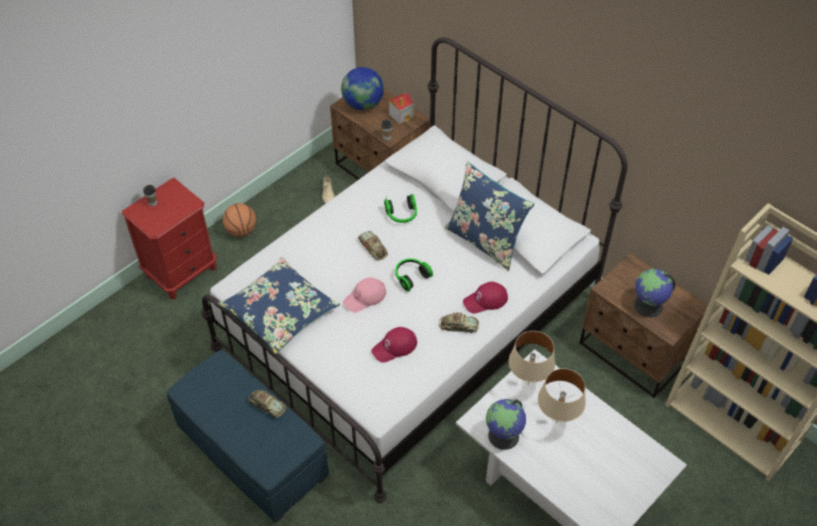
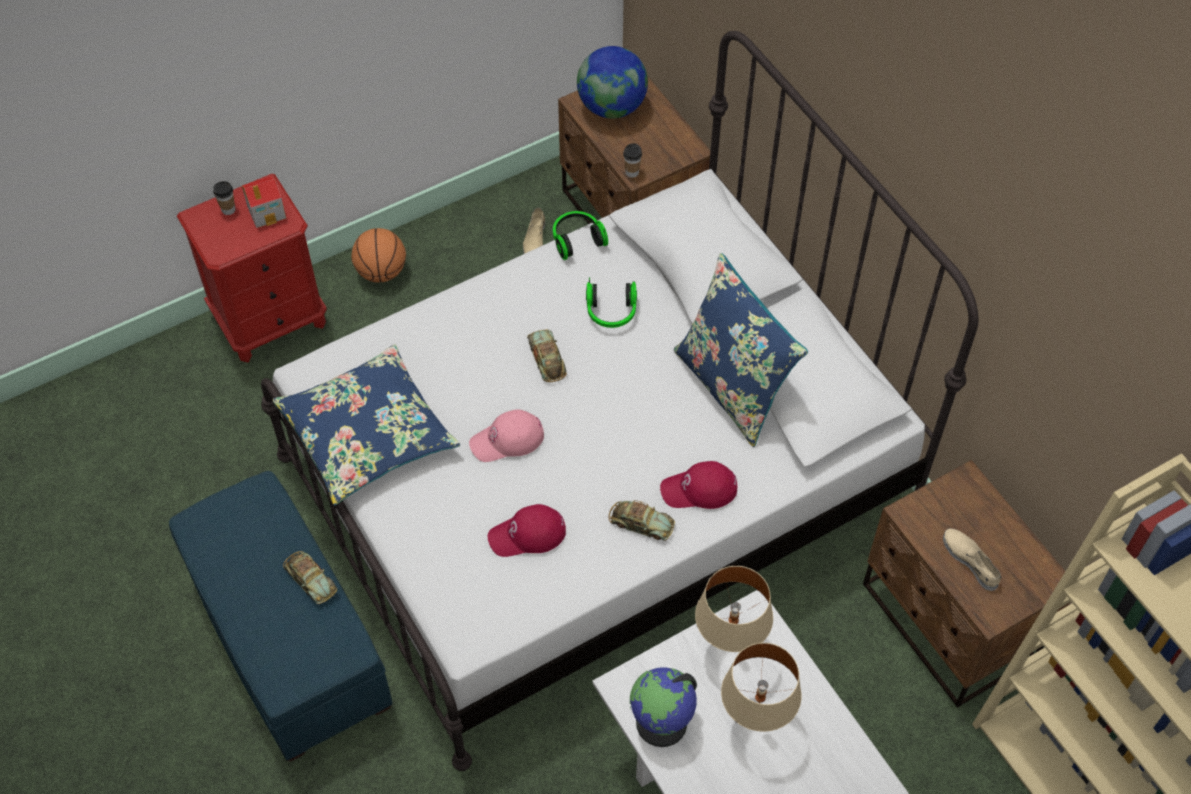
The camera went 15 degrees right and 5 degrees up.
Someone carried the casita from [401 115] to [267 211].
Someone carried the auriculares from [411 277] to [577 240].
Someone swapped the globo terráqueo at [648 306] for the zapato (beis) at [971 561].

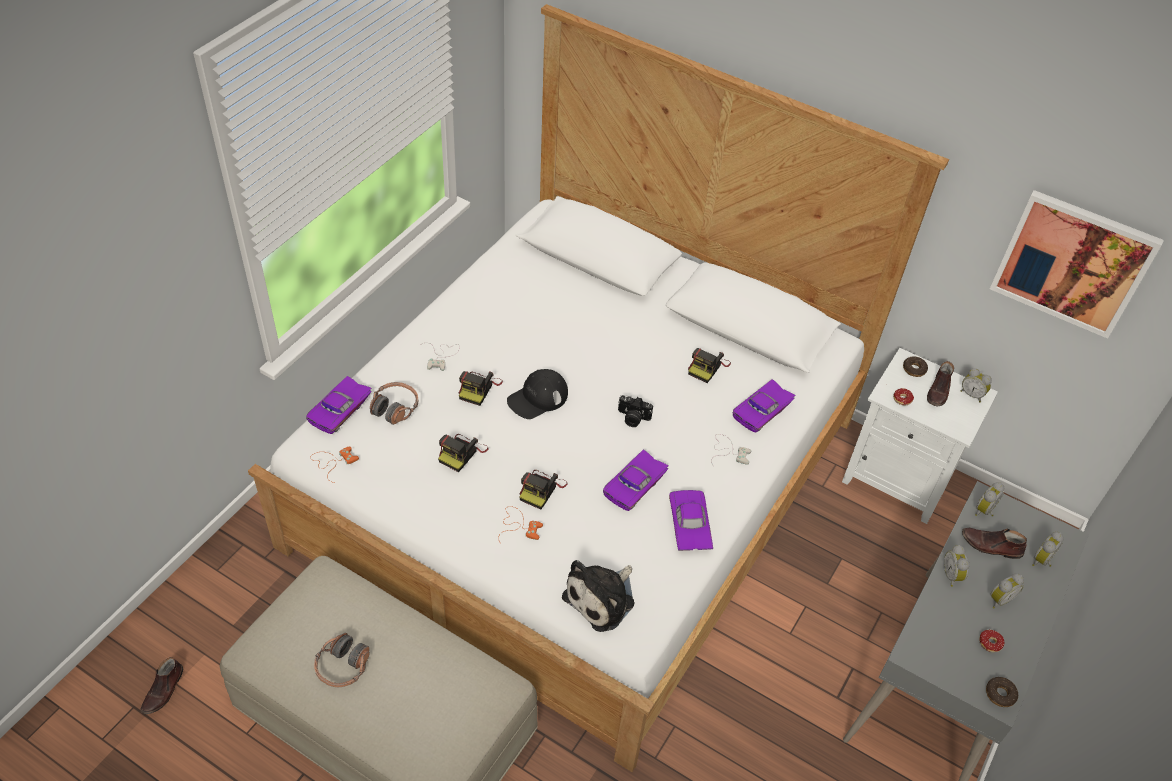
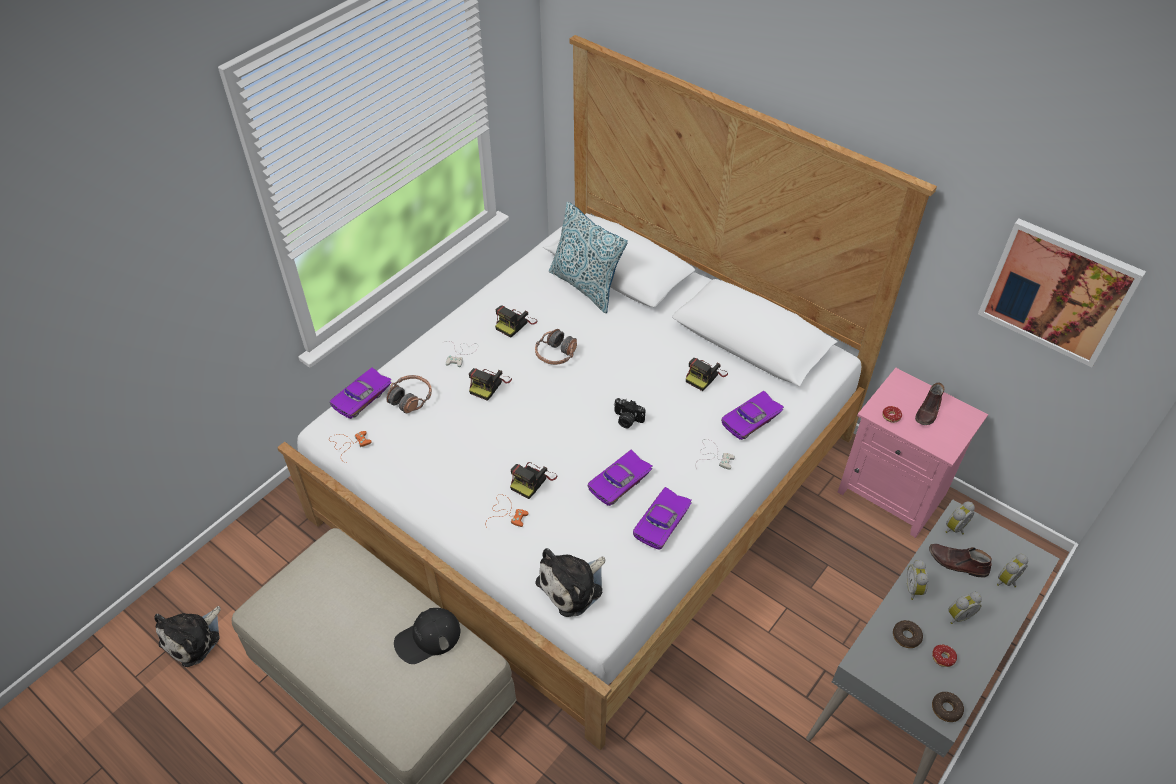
The camera went 10 degrees right and 0 degrees up.
Someone swapped the zapato (marrón) at [163 690] for the peluche at [193 638].
Someone carried the auriculares from [342 666] to [556 354].
Someone carried the cámara from [462 453] to [515 324].
Someone carried the gorra (negro) from [537 398] to [427 638].
Someone rotated the coche de juguete (morado) at [687 526] by 150 degrees counterclockwise.
Someone repainted the mesita de noche (blanco) at [899 478], which became the mesita de noche (rosa) at [894 492].
Someone carried the rosquilla from [914 369] to [906 636].
Someone took away the despertador at [972 394].
Someone put down the cojín at [586 286].

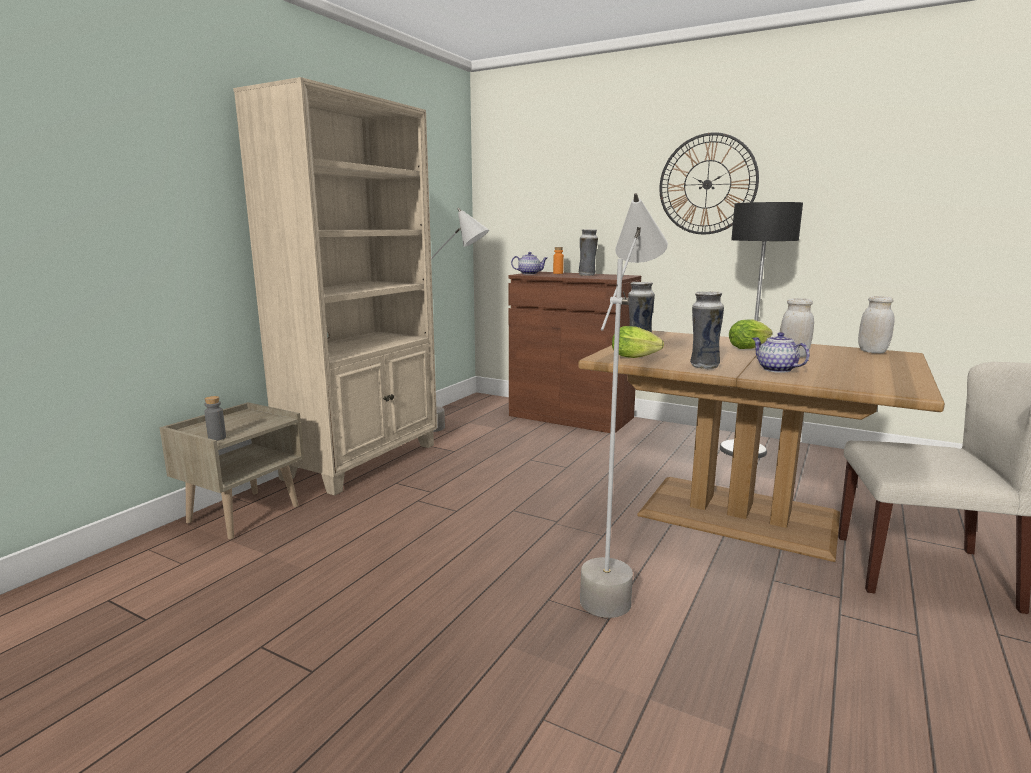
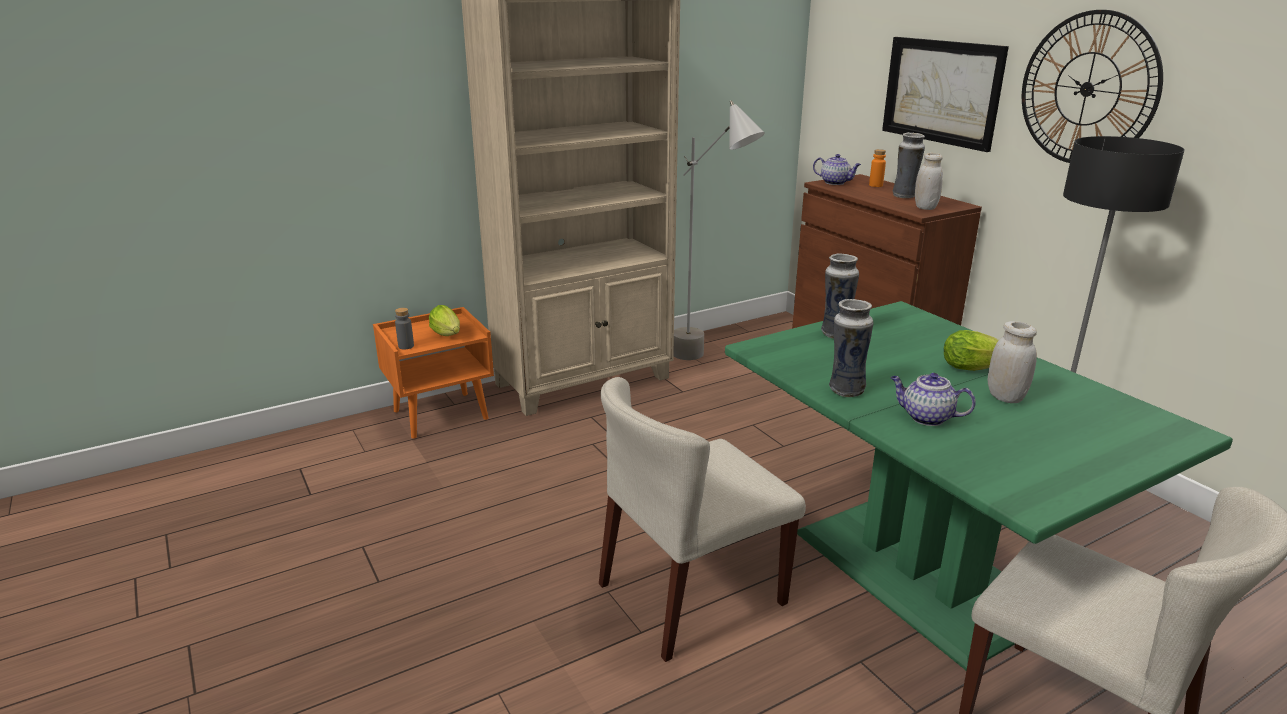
The camera went 30 degrees right and 10 degrees up.
Someone repainted the mesita de noche (beis) at [244 513], which became the mesita de noche (naranja) at [441 414].
Someone repainted the mesa de comedor (marrón) at [739 516], which became the mesa de comedor (verde) at [918 573].
Someone swapped the lámpara de pie (gris) at [614 579] for the silla (beis) at [691 595].
Someone carried the lechuga from [637 358] to [448 335].
Someone rotated the tetera at [775 369] by 60 degrees counterclockwise.
Someone carried the tarro (blanco) from [872 351] to [925 207].
Someone put up the cuadro at [942 91].

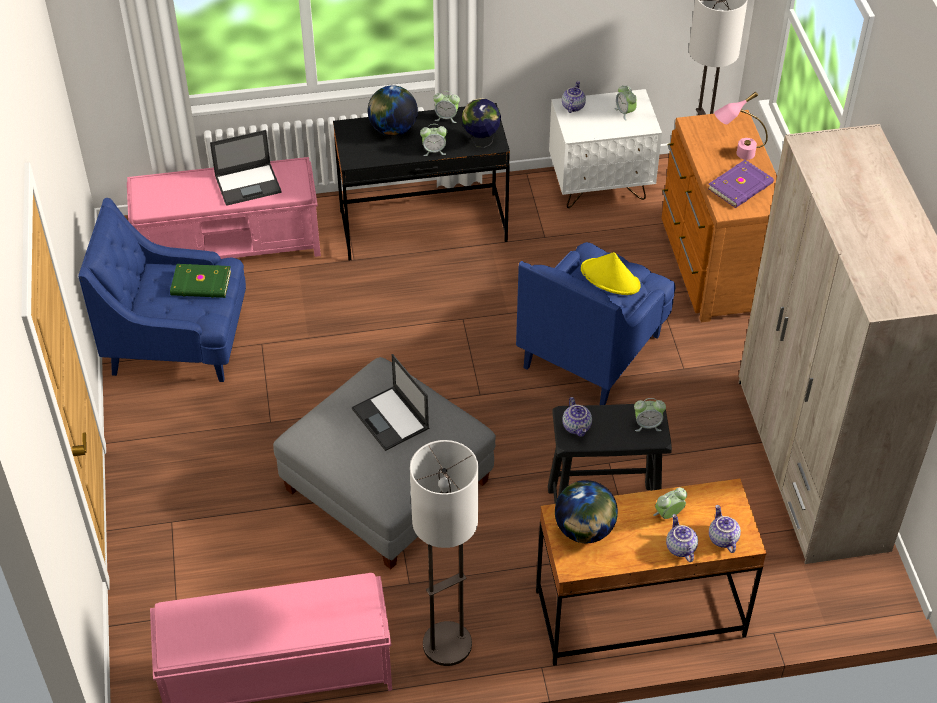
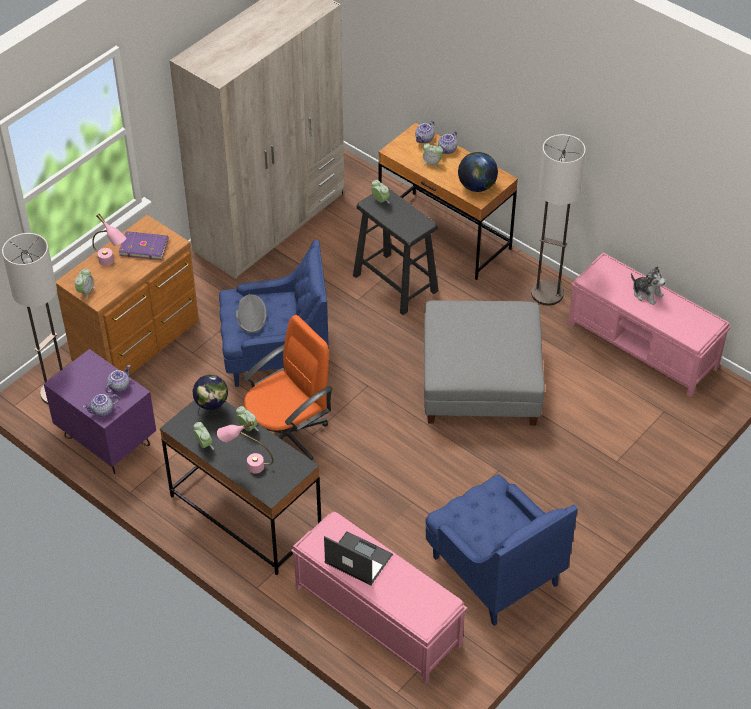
The camera went 130 degrees left and 0 degrees up.
Someone took away the libro (verde) at [201 284].
Someone took away the portátil at [391 419].
Someone swapped the globo terráqueo at [393 129] for the lámpara de mesa (rosa) at [247 466].
Someone repainted the mesita de noche (blanco) at [600 186], which became the mesita de noche (morado) at [107 442].
Someone carried the tetera from [577 427] to [119 386].
Someone repainted the sombrero (amarillo) at [610 278], which became the sombrero (gris) at [251 314].
Someone carried the despertador from [625 112] to [86 291].
Someone put down the silla de oficina (naranja) at [287 436].
Someone put down the peluche at [647 293].

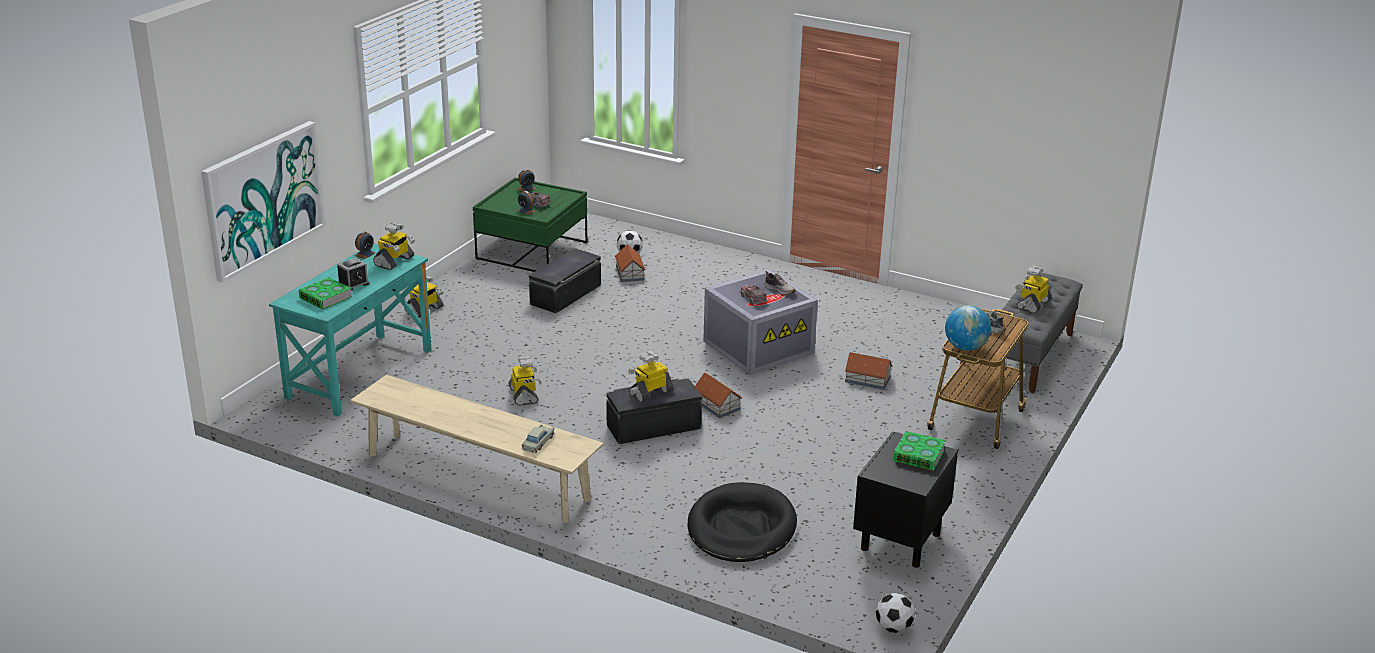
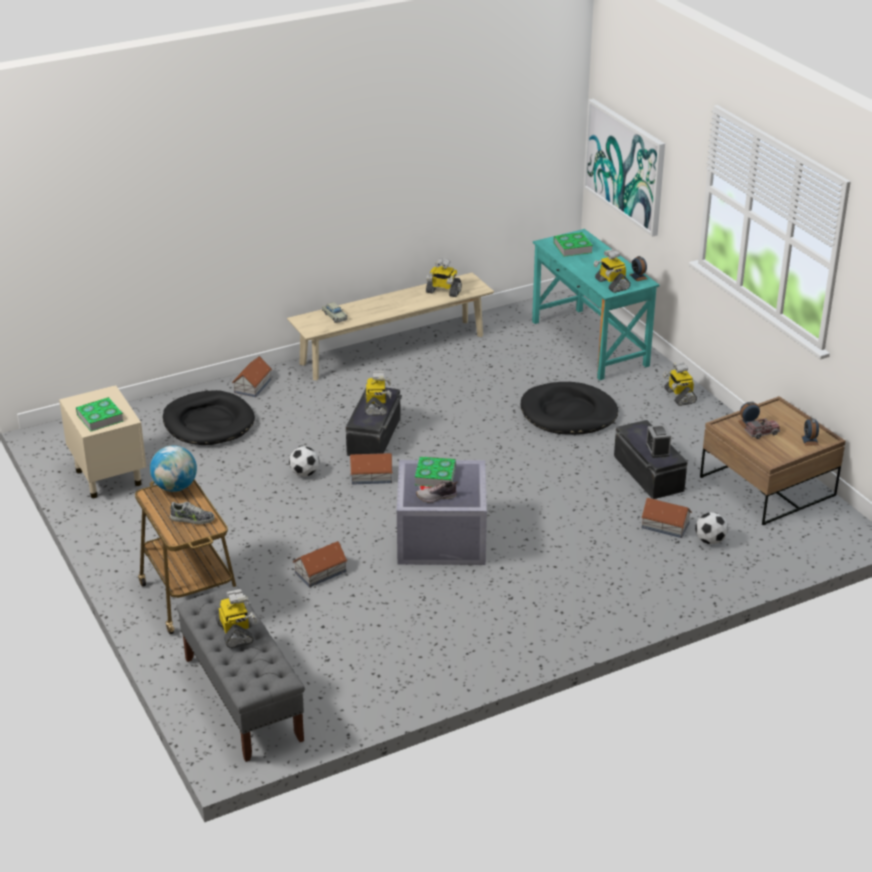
The camera went 125 degrees right and 5 degrees up.
Someone carried the despertador from [353 284] to [657 450].
Someone repainted the mesa de centro (verde) at [532 251], which became the mesa de centro (marrón) at [767 486].
Someone carried the robot de juguete from [524 395] to [443 291].
Someone swapped the camión de juguete at [753 299] for the libro at [435 475].
Someone repainted the mesita de noche (negro) at [900 542], which became the mesita de noche (beis) at [108 477].
Someone carried the balón de fútbol from [893 628] to [304 473].
Someone put down the casita at [252 386].
Someone put down the cama para perro (negro) at [568 413].

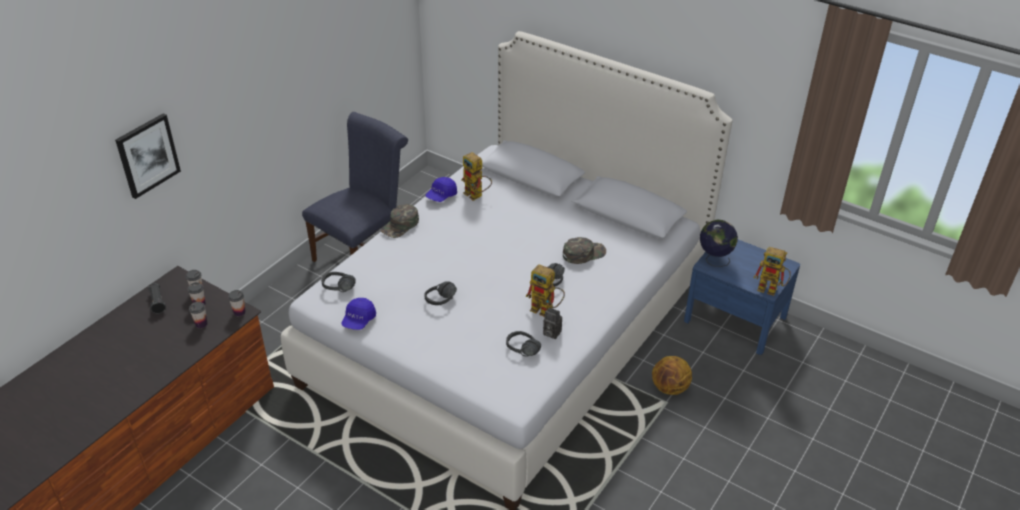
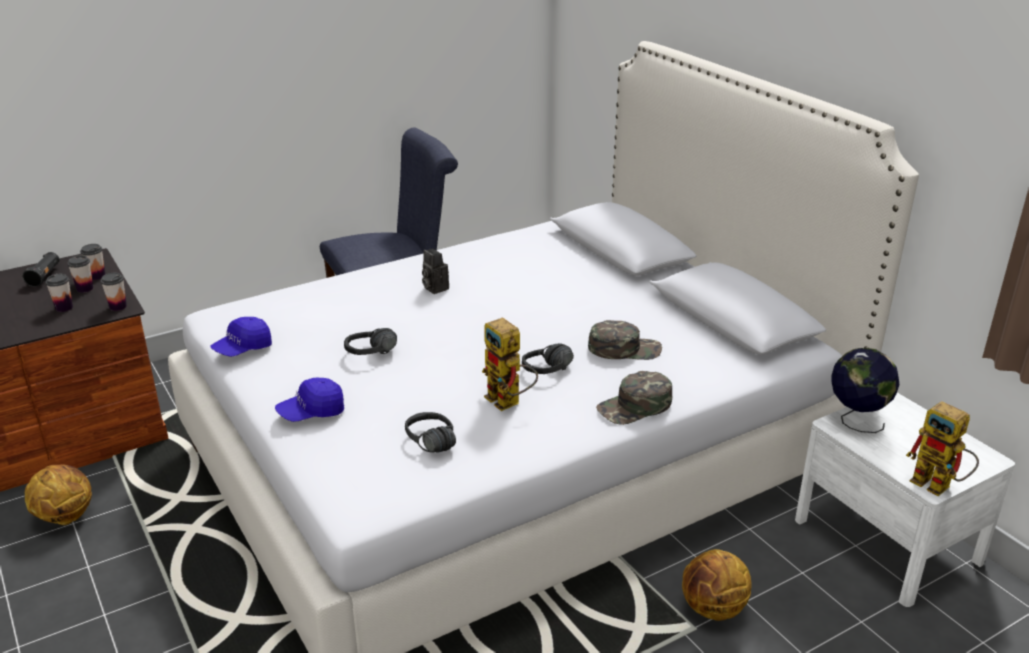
The camera went 25 degrees right and 10 degrees down.
Someone took away the cuadro at [147 155].
Someone took away the auriculares (negro) at [337 290].
Someone carried the gorra (verde) from [400 225] to [635 406].
Someone carried the gorra (azul) from [441 196] to [311 413].
Someone took away the robot de juguete at [476 195].
Someone carried the cámara from [550 333] to [434 288].
Someone repainted the mesita de noche (azul) at [735 319], which became the mesita de noche (blanco) at [886 540].
Someone put down the balón de baloncesto at [65 517].

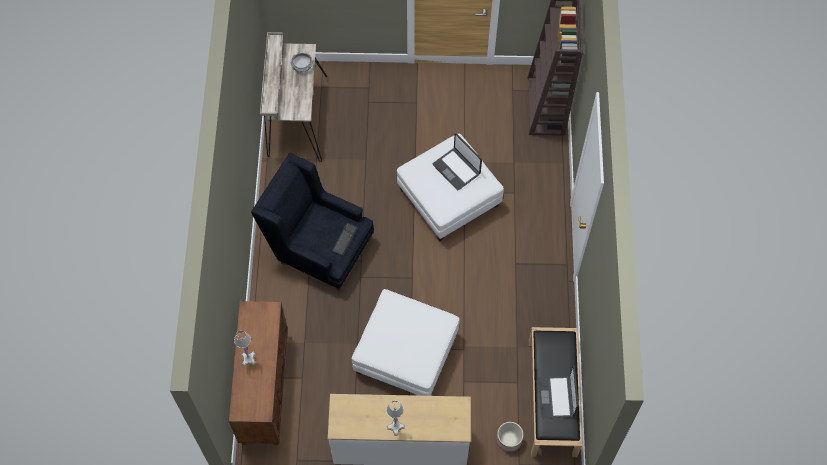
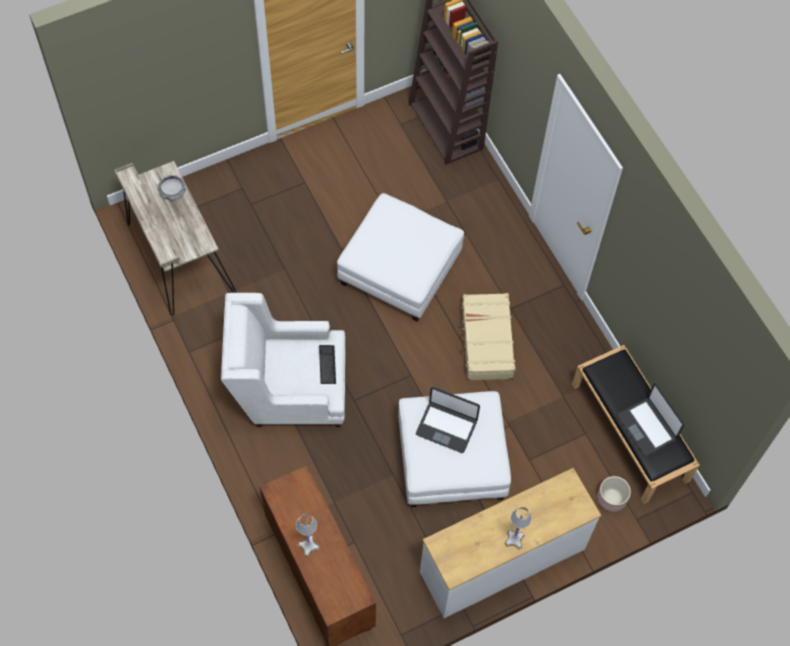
The camera went 30 degrees left and 0 degrees up.
Someone repainted the sillón (azul) at [318 248], which became the sillón (blanco) at [289 390].
Someone carried the portátil from [456 169] to [446 427].
Someone put down the maleta (beis) at [486 341].

